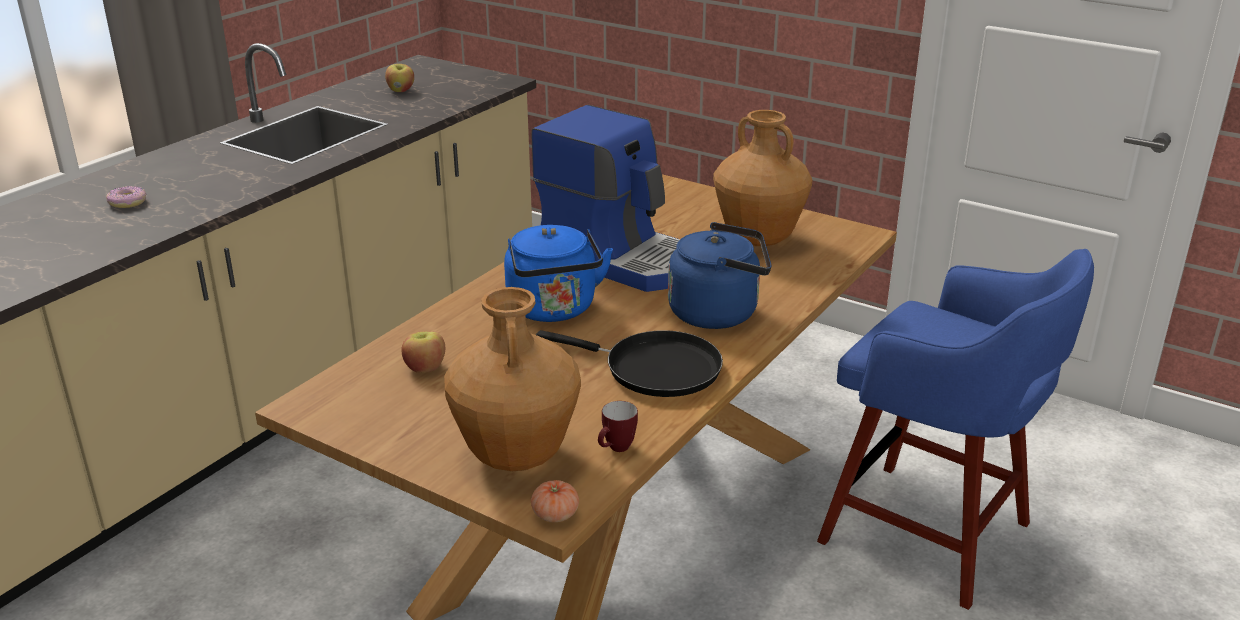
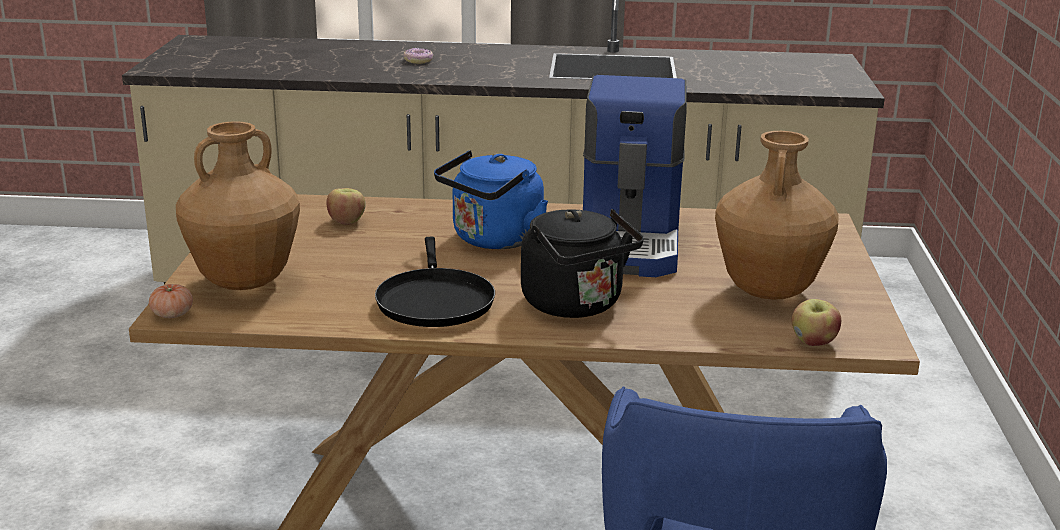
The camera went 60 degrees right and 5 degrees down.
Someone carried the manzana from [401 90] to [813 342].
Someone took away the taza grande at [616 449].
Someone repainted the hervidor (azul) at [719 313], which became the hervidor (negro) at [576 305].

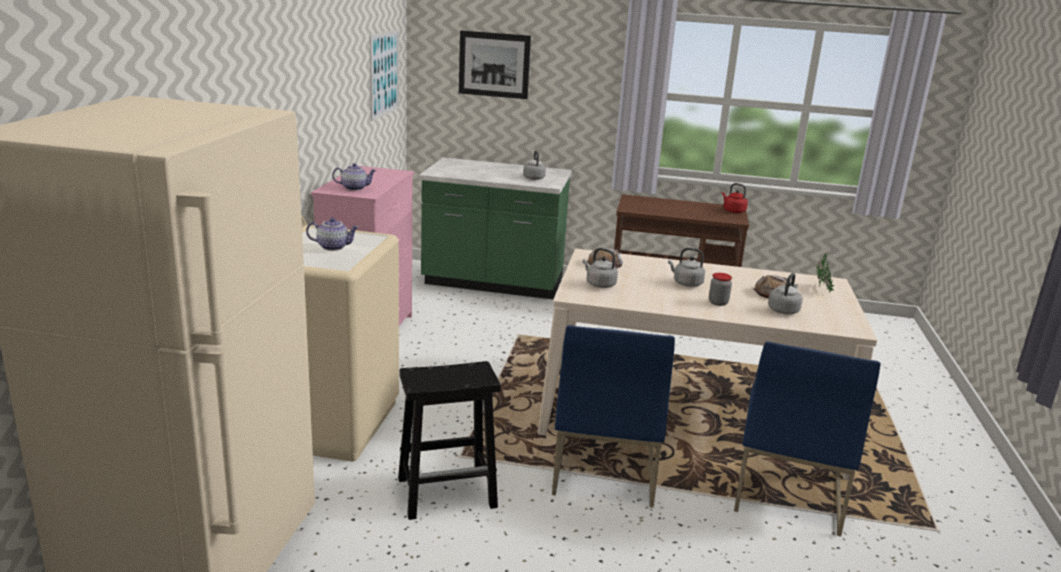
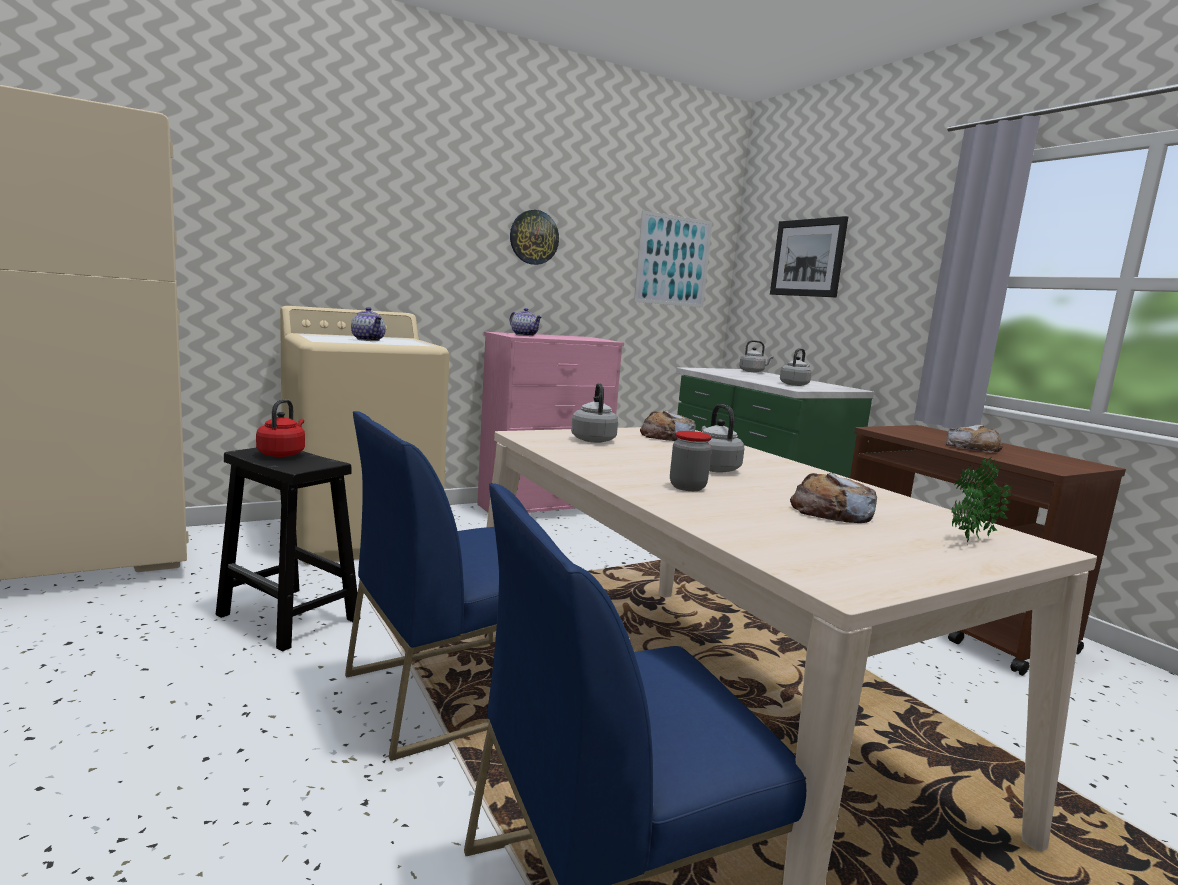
The camera went 50 degrees right and 10 degrees down.
Someone carried the hervidor (rojo) from [733 211] to [282 453].
Someone carried the hervidor (gris) from [784 310] to [753 371].
Someone put up the reloj de pared at [534 237].
Someone put down the pan at [972 448].

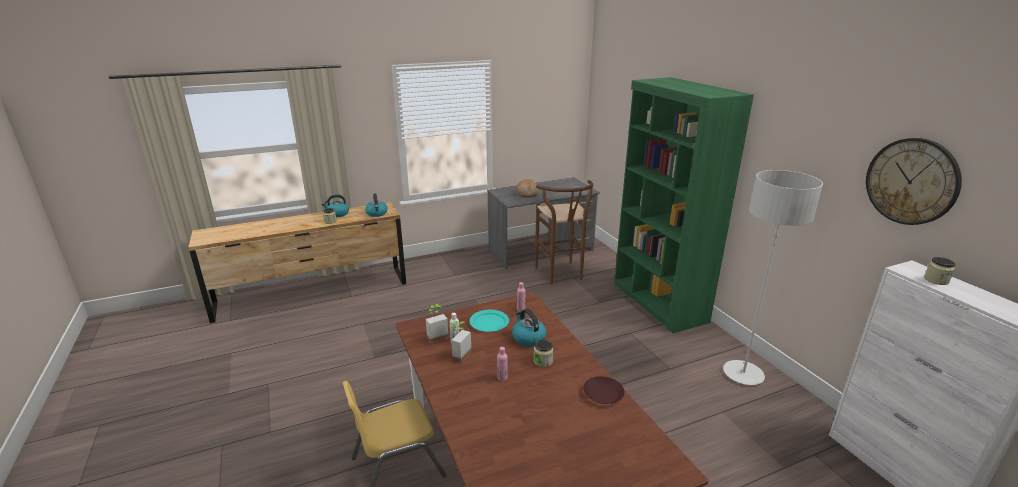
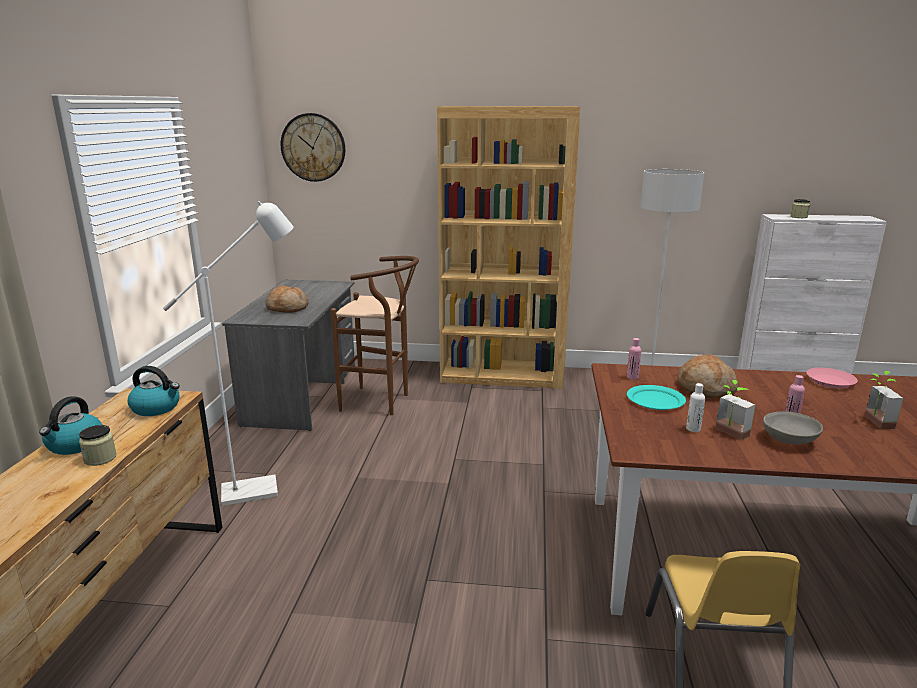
The camera went 60 degrees left and 5 degrees down.
Someone carried the planta en maceta from [436 335] to [873 422].
Someone swapped the hervidor at [528 338] for the pan at [705 388].
Someone took away the tarro at [543 361].
Someone repainted the plato (marrón) at [602 394], which became the plato (rosa) at [830 382].
Someone repainted the estantería (verde) at [658 302], which became the estantería (marrón) at [502 375].
Someone carried the reloj de pared from [911 181] to [313 147].
Someone put down the lámpara de pie (blanco) at [261 489].
Someone put down the cuenco (gris) at [789 440].

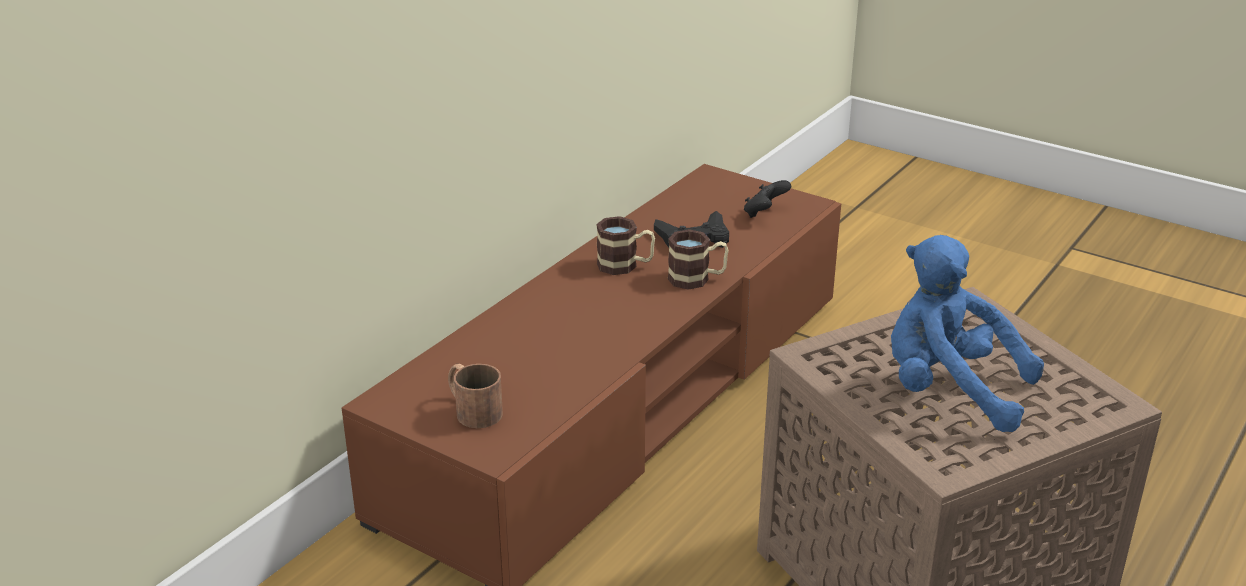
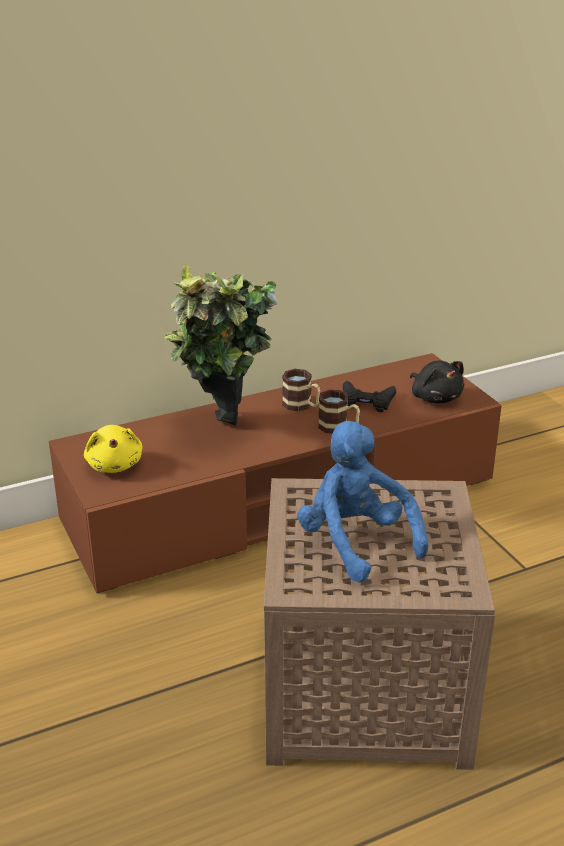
The camera went 30 degrees right and 0 degrees up.
Someone swapped the taza grande (marrón) at [472 409] for the peluche (amarillo) at [115 465].
Someone swapped the mando de consola (negro) at [764 213] for the peluche (negro) at [435 397].
Someone put down the planta en maceta at [221 437].

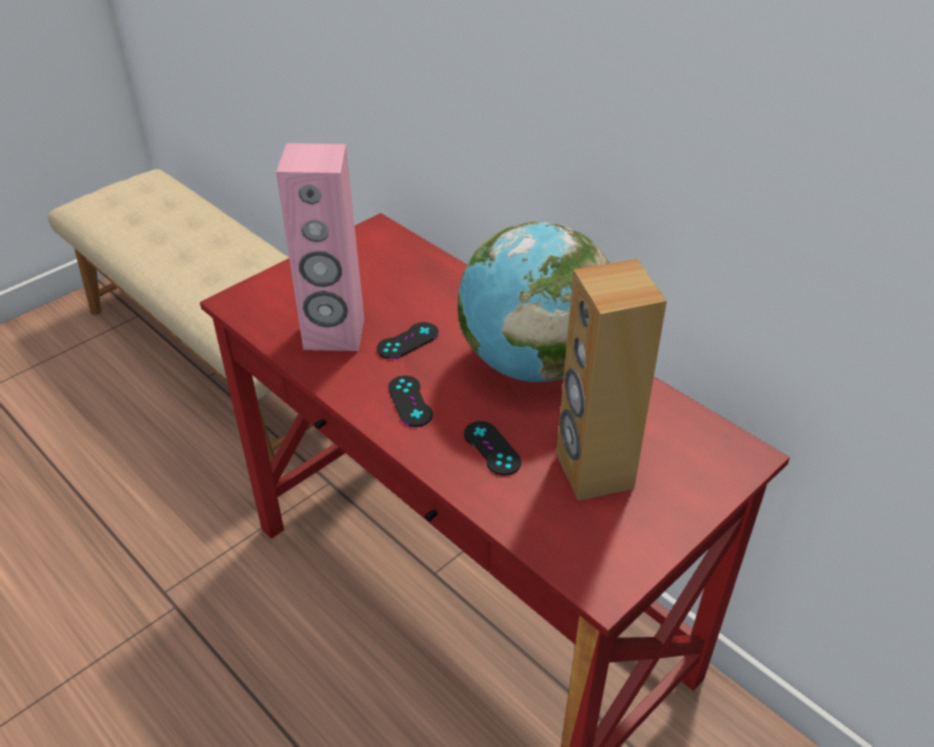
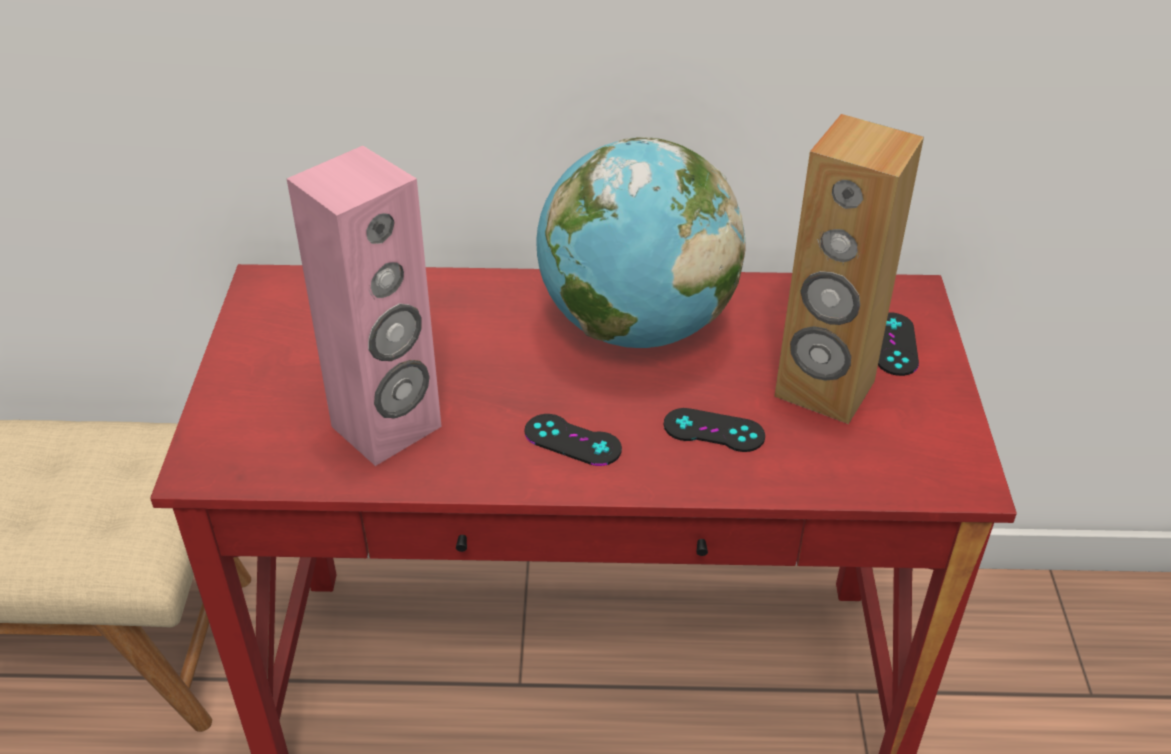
The camera went 45 degrees left and 0 degrees up.
Someone carried the mando de consola (negro) from [408 341] to [894 344].

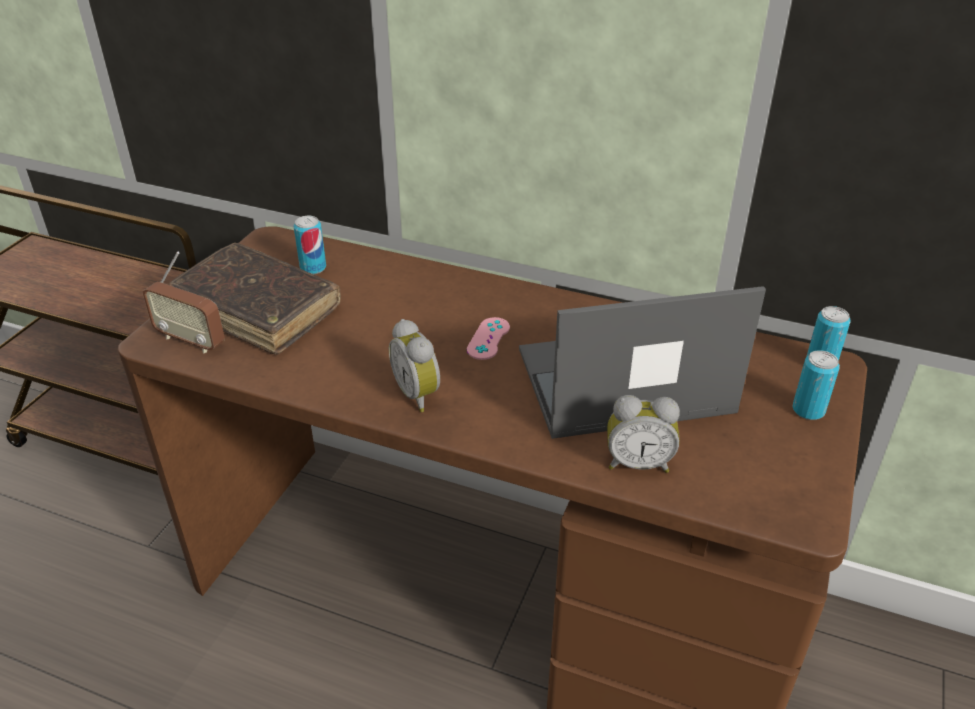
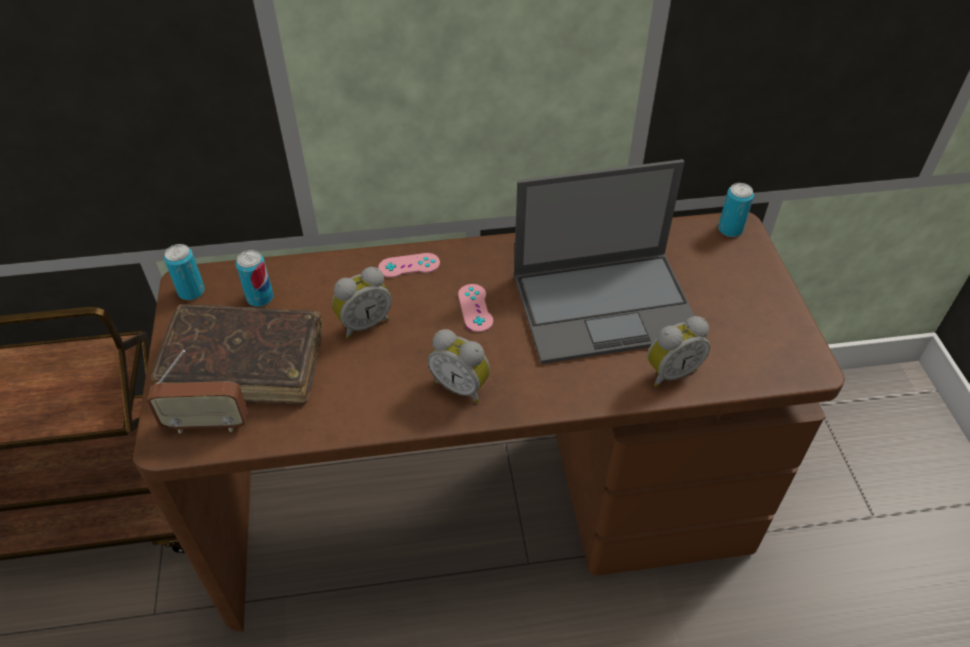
The camera went 30 degrees left and 10 degrees up.
Someone rotated the portátil at [621 382] by 150 degrees counterclockwise.
Someone carried the lata from [808 410] to [191 291].
Someone put down the despertador at [364 323].
Someone put down the mando de consola (rosa) at [409 266].

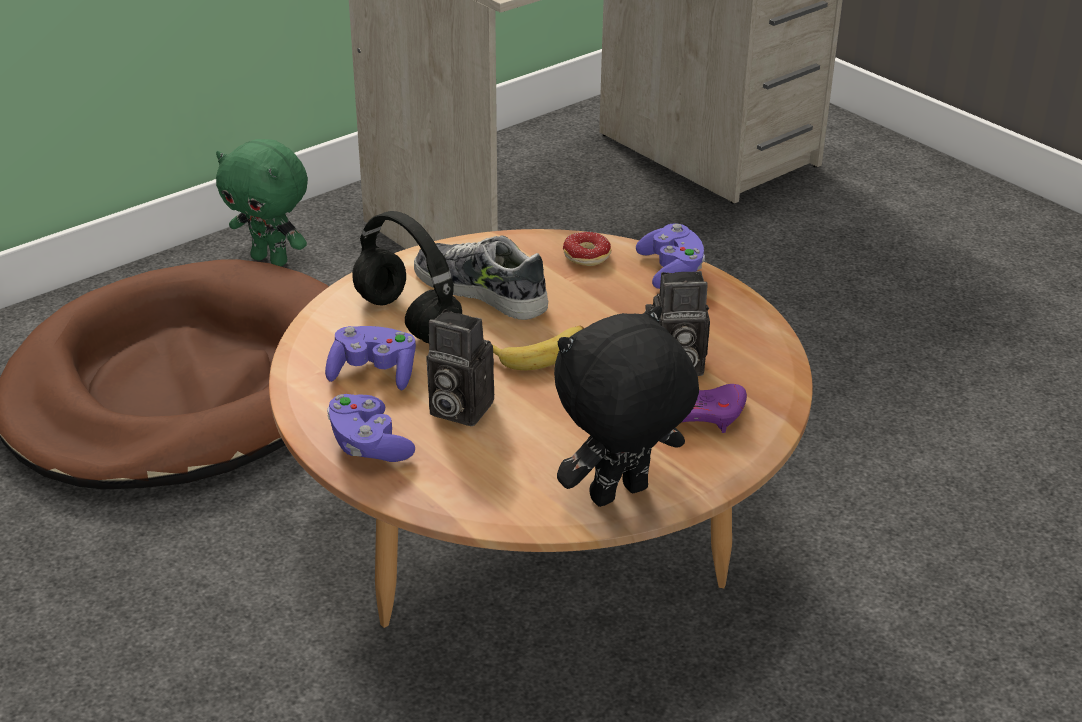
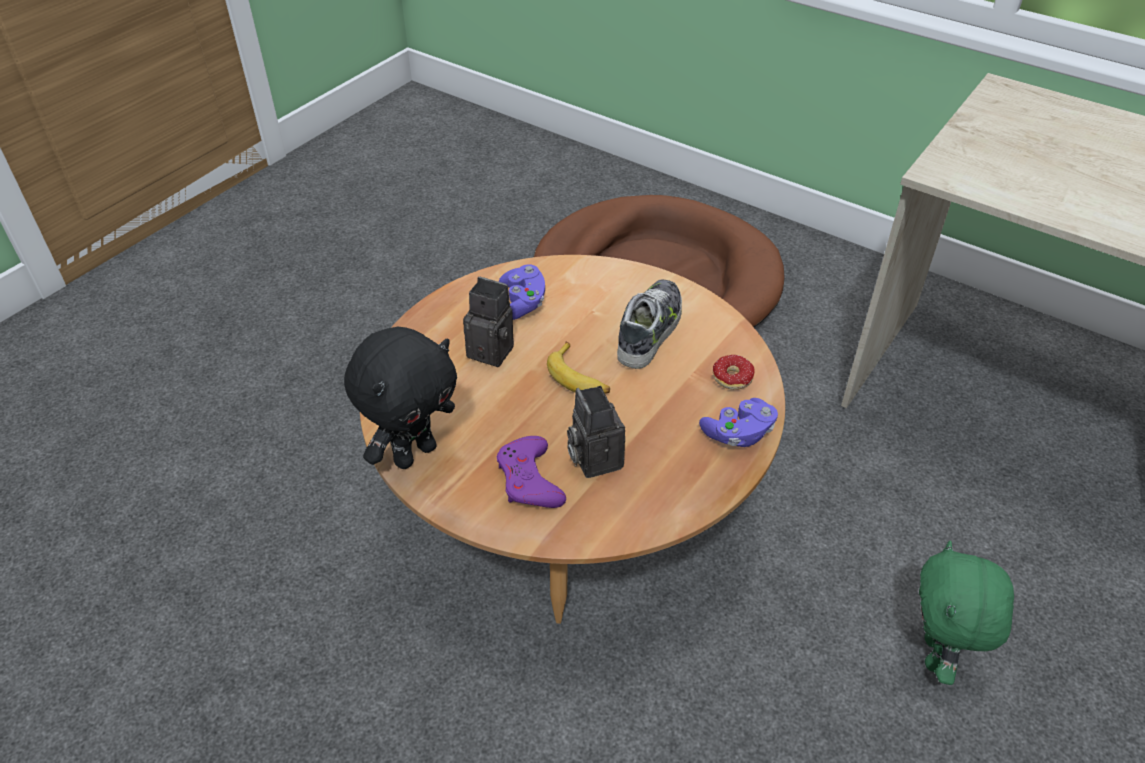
The camera went 75 degrees right and 10 degrees up.
Someone carried the peluche (verde) from [271 260] to [936 656].
Someone took away the mando de consola (morado) at [368 445].
Someone took away the auriculares (negro) at [405 318].
Someone rotated the cámara at [456 409] by 105 degrees clockwise.
Someone rotated the peluche (negro) at [620 497] by 90 degrees clockwise.

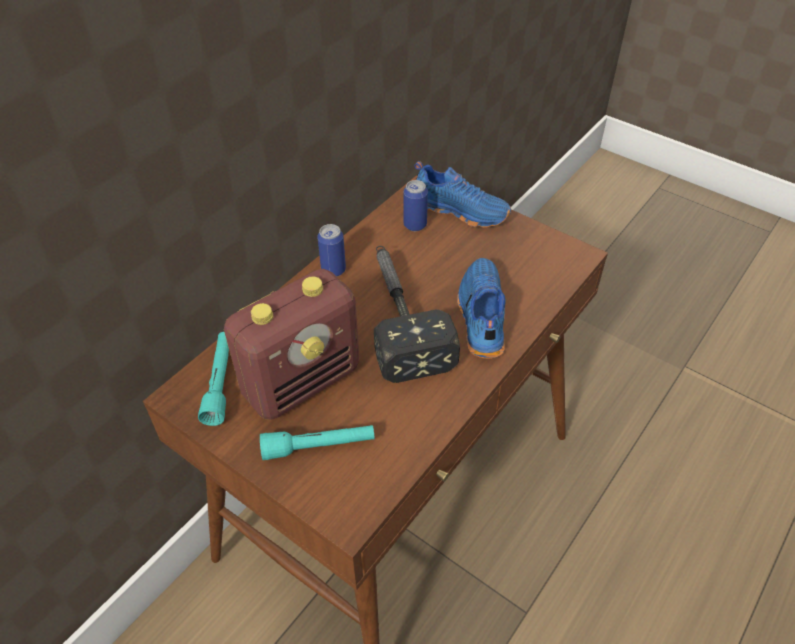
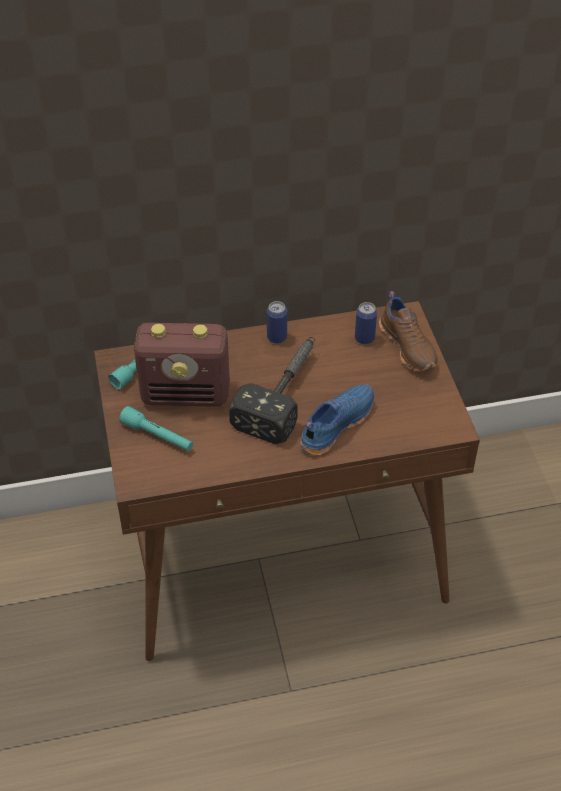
The camera went 40 degrees right and 0 degrees up.
Someone repainted the zapato (azul) at [460 210], which became the zapato (marrón) at [409 346].

